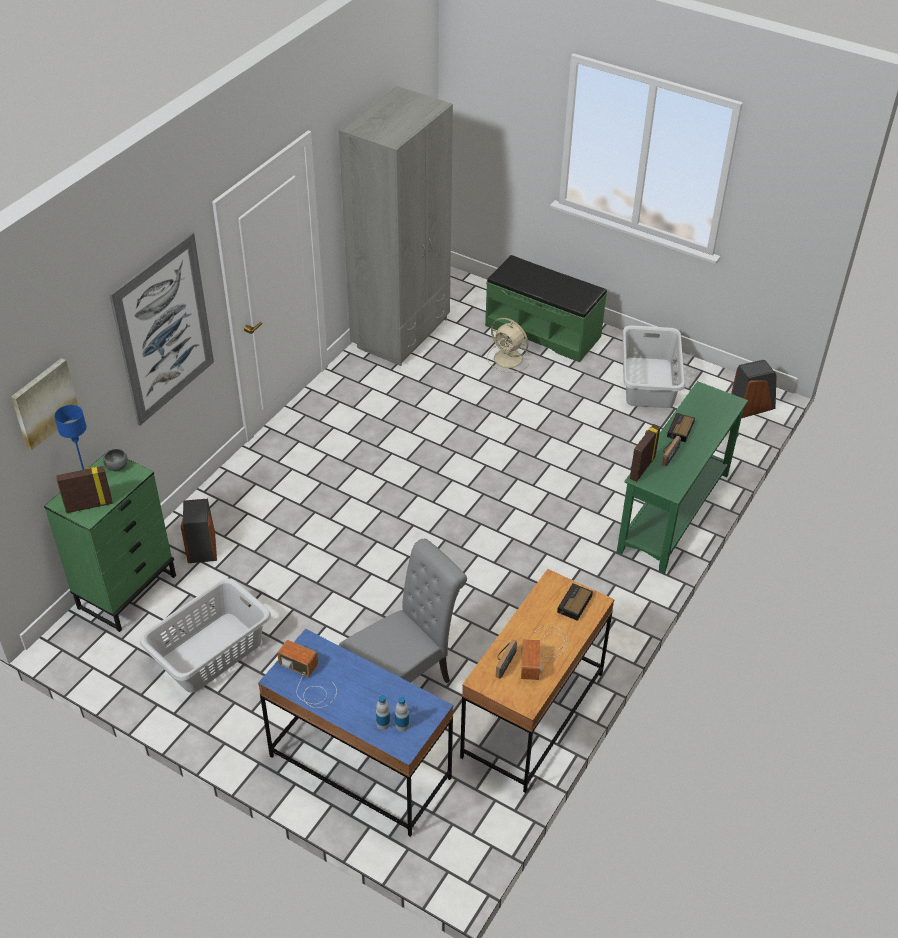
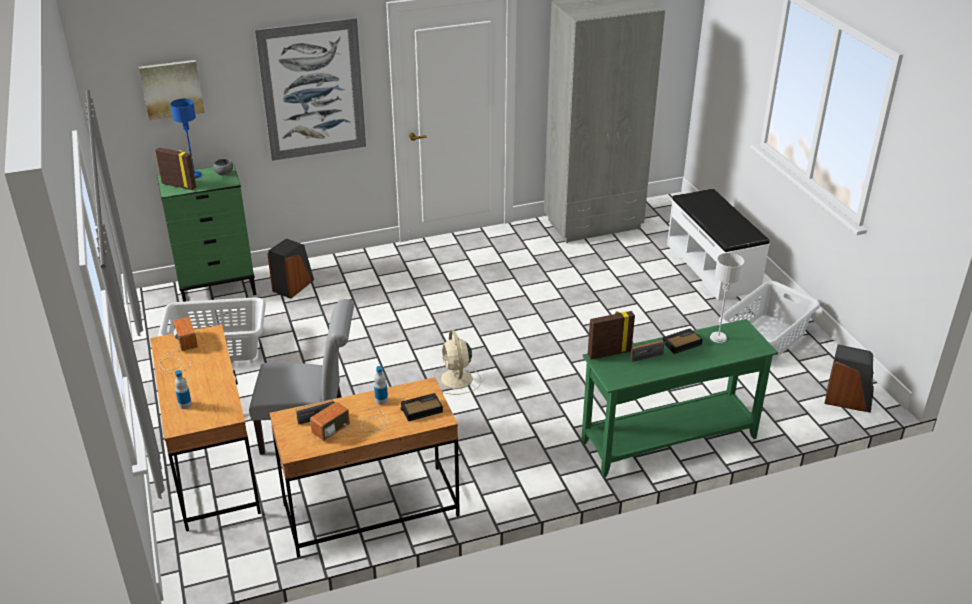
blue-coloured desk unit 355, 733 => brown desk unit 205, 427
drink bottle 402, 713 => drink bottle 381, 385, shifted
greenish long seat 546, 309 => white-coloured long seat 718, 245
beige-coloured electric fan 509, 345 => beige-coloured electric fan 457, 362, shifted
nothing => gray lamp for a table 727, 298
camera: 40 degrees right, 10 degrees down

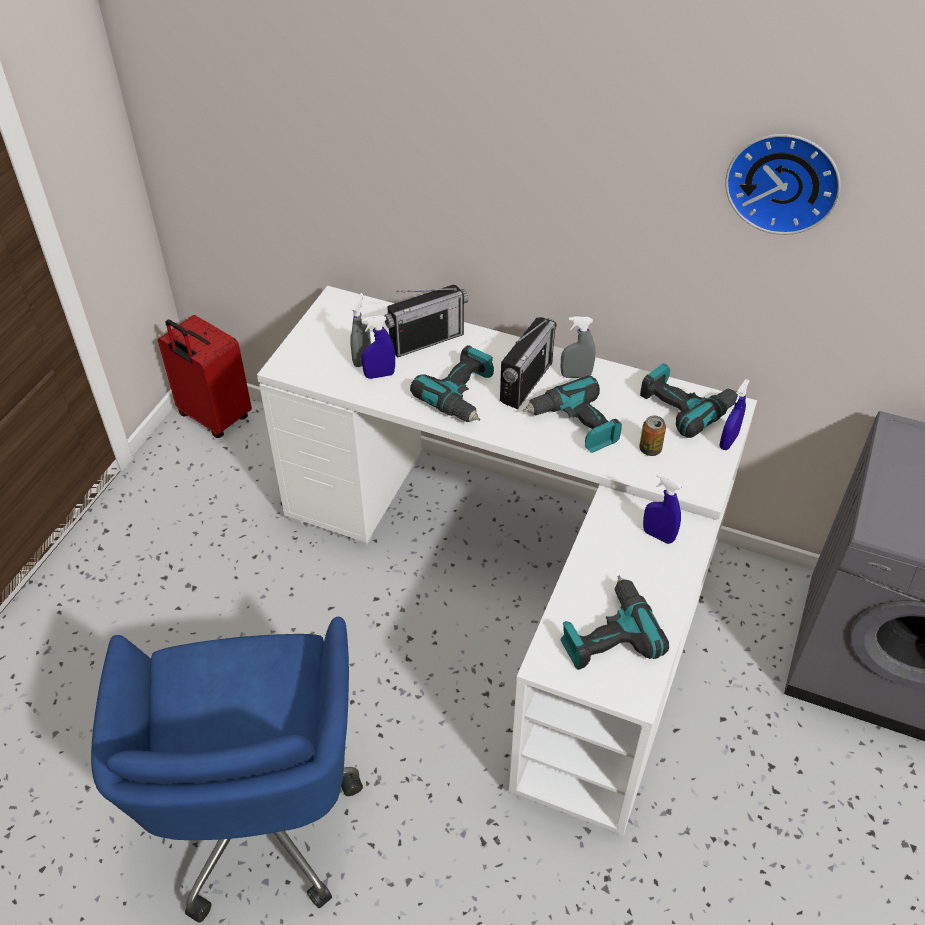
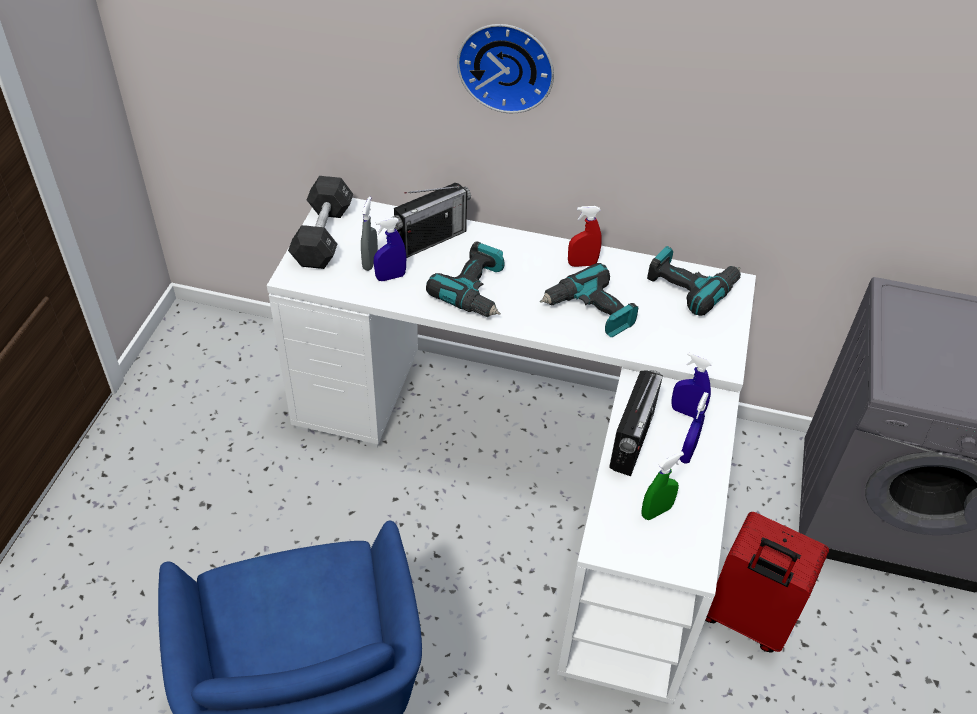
reddish piece of luggage 205, 376 => reddish piece of luggage 767, 582, shifted
radio receiver 528, 363 => radio receiver 636, 423, shifted
drill 614, 623 => greenish hand sprayer 662, 486
gray hand sprayer 578, 347 => reddish hand sprayer 585, 236
can 652, 436 => nothing
blue-coloured hand sprayer 734, 414 => blue-coloured hand sprayer 694, 428, shifted
wall clock 783, 184 => wall clock 505, 68, shifted
nothing => blackish free weight 320, 222
camera: 10 degrees left, 0 degrees up

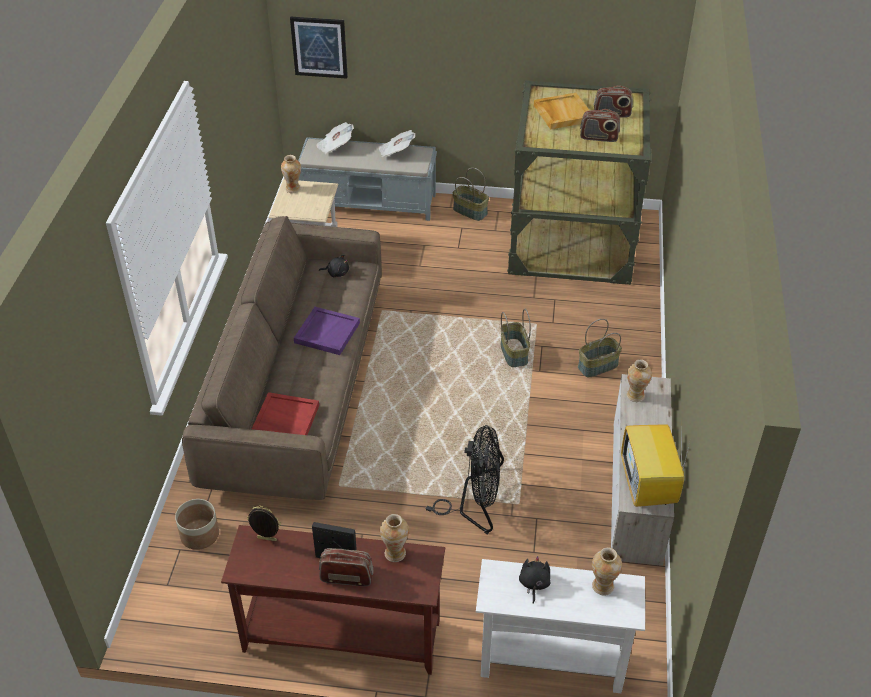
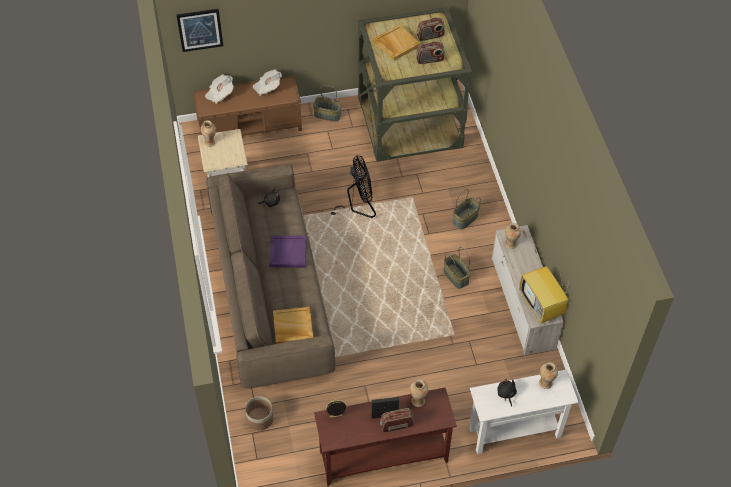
reddish carrying tray 285, 413 => beige-coloured carrying tray 293, 325
gray long seat 367, 179 => brown long seat 247, 106
blackish electric fan 465, 479 => blackish electric fan 353, 187, shifted
storage basket 516, 338 => storage basket 457, 268, shifted
camera: 20 degrees left, 10 degrees up

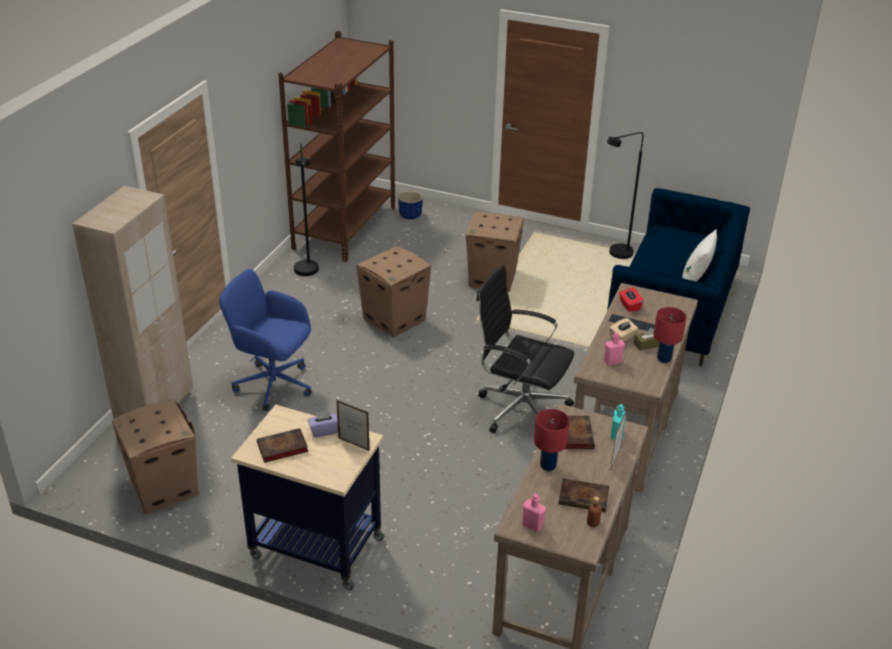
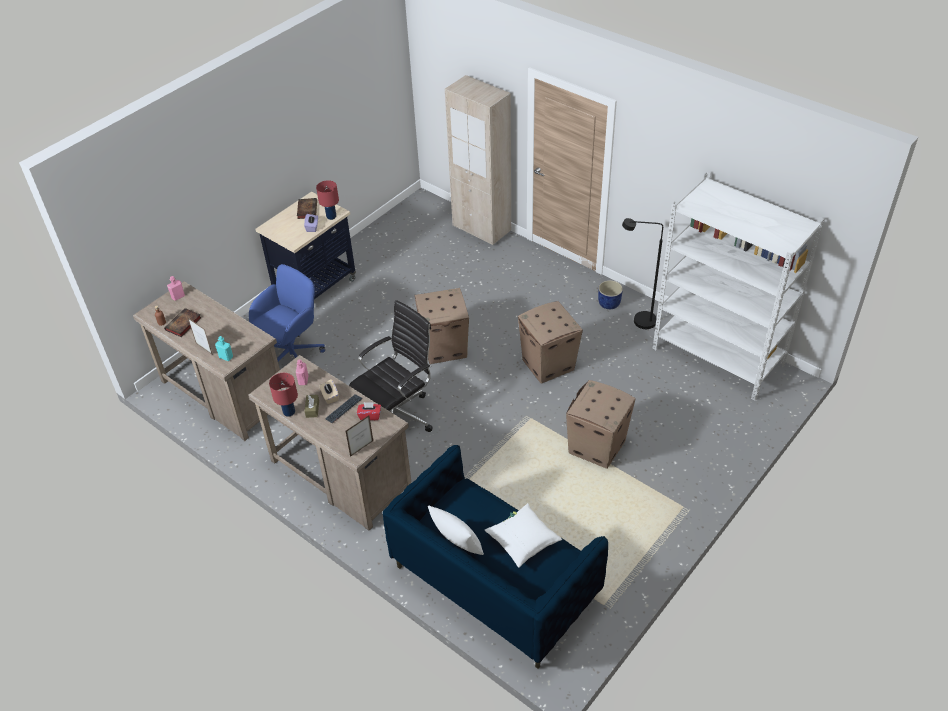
cardboard box 155, 457 => cardboard box 441, 326, shifted
blue-coloured desk chair 265, 340 => blue-coloured desk chair 287, 312, shifted
brown bookshelf 337, 146 => white-coloured bookshelf 738, 286
photo frame 352, 425 => photo frame 359, 436, shifted
blue-coloured flower pot 410, 205 => blue-coloured flower pot 610, 294, shifted
reddish lamp for a table 552, 440 => reddish lamp for a table 327, 200, shifted
bound book 580, 432 => nothing
blackish floor lamp 625, 195 => nothing
nothing => white-coloured pillow 523, 535
camera: 110 degrees right, 10 degrees up

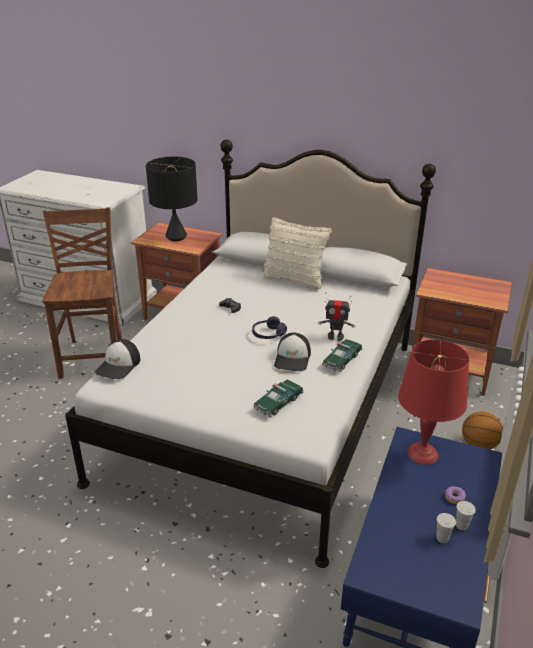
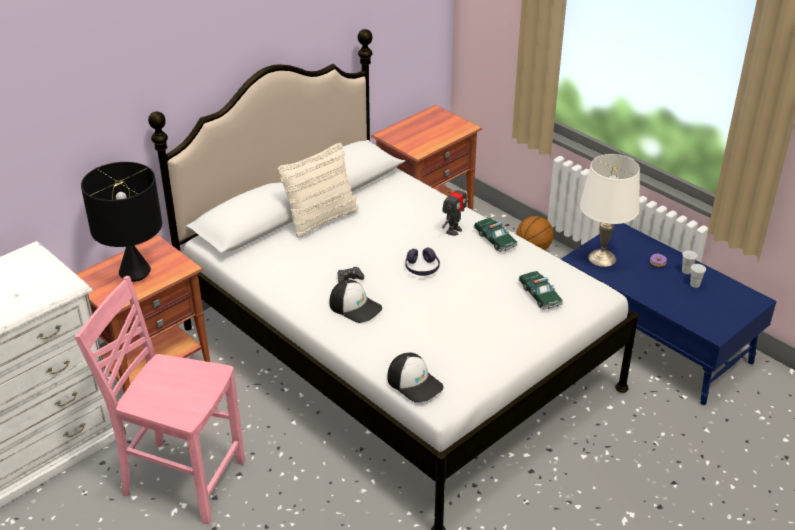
brown chair 82, 293 => pink-coloured chair 160, 400
cap 292, 352 => cap 356, 301, shifted
reddish lamp for a table 433, 402 => white-coloured lamp for a table 610, 210
camera: 65 degrees left, 5 degrees up

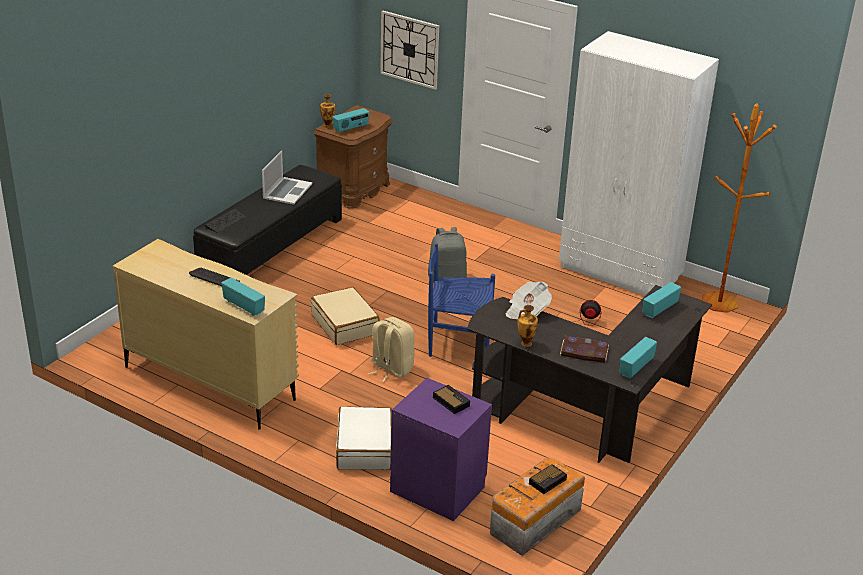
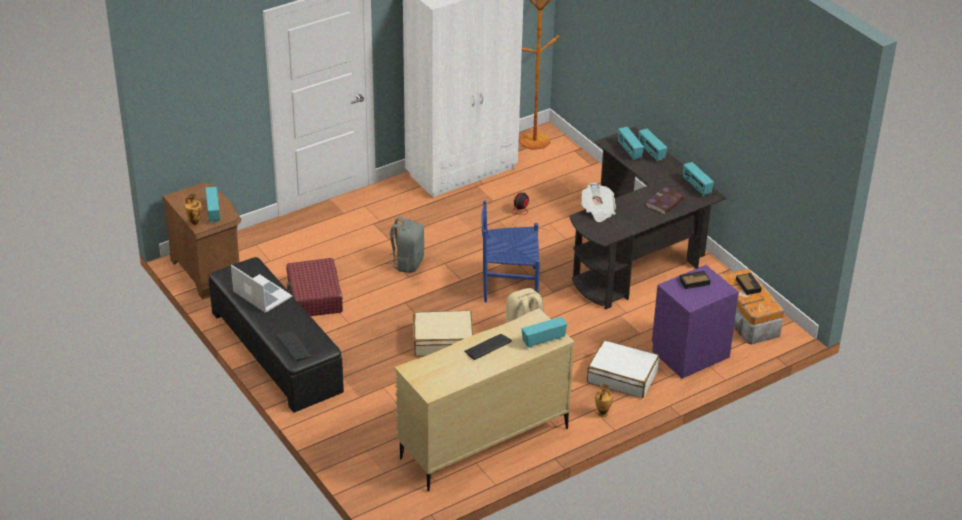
wall clock 409, 50 => nothing
blue-coloured chair 461, 300 => blue-coloured chair 510, 251, 60 degrees clockwise
flower vase 527, 326 => flower vase 604, 400, shifted
nothing => reddish piece of luggage 314, 287
nothing => radio receiver 652, 145
camera: 65 degrees left, 5 degrees up

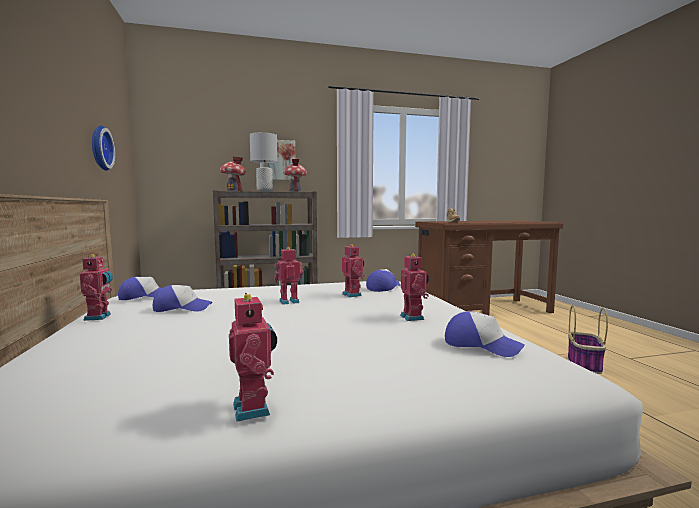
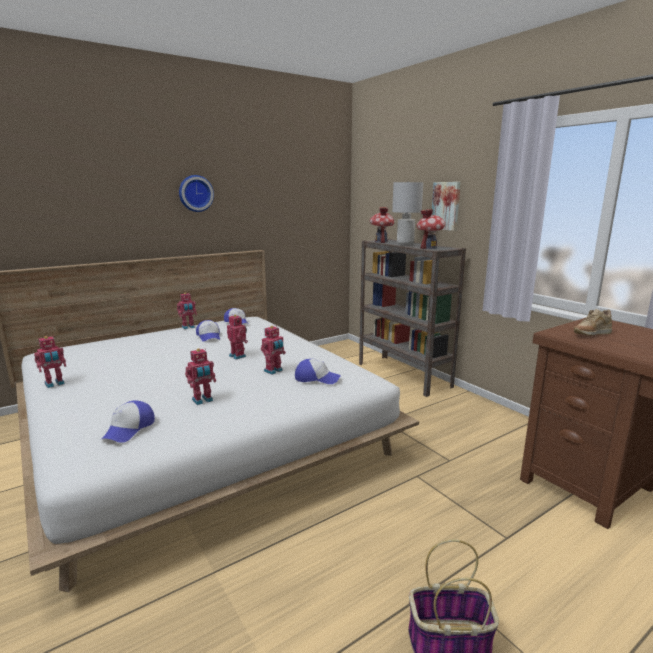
wall clock 103, 148 => wall clock 196, 193, shifted
camera: 70 degrees right, 10 degrees up

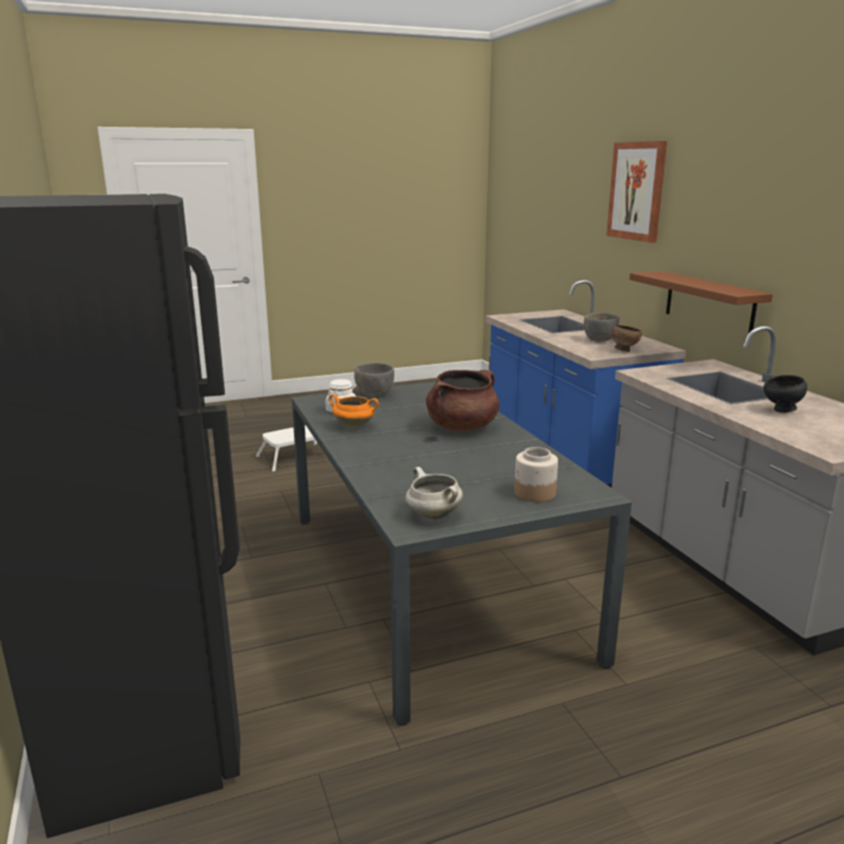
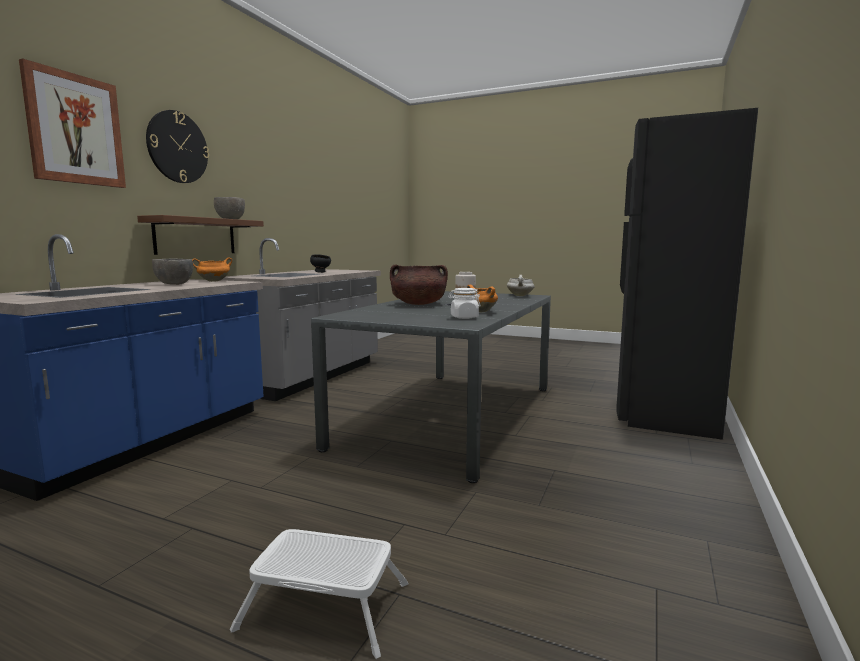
gray serving bowl 374, 380 => gray serving bowl 229, 208, shifted
brown serving bowl 626, 338 => orange saucepot 212, 270
nothing => wall clock 177, 146
camera: 135 degrees left, 10 degrees down

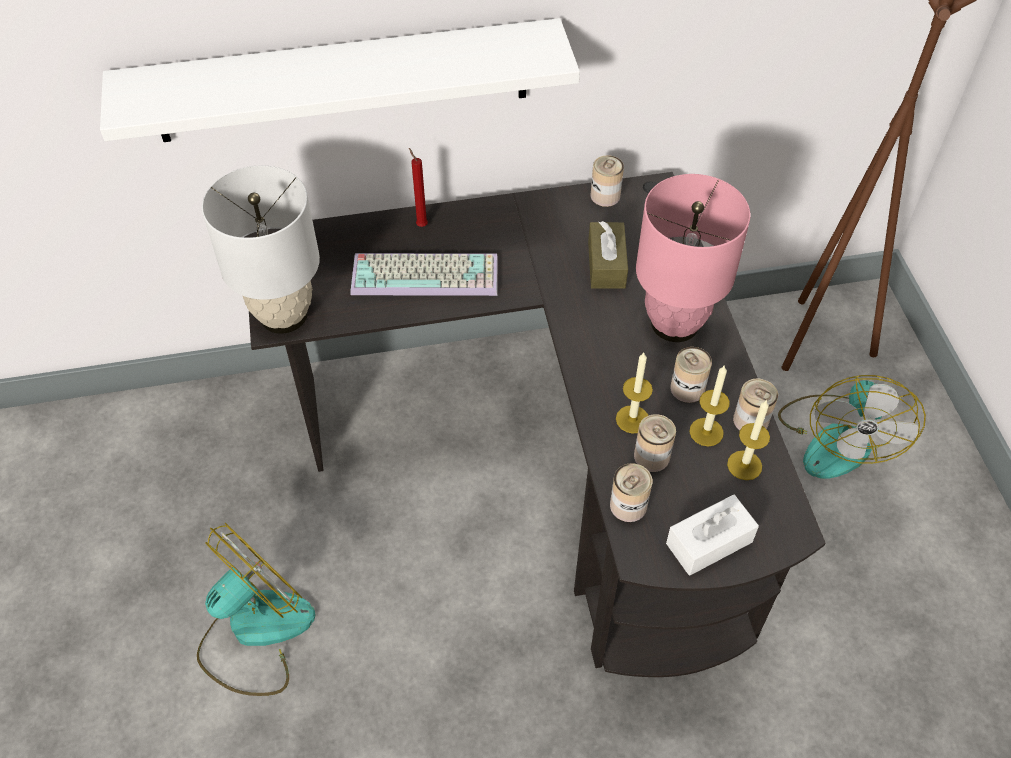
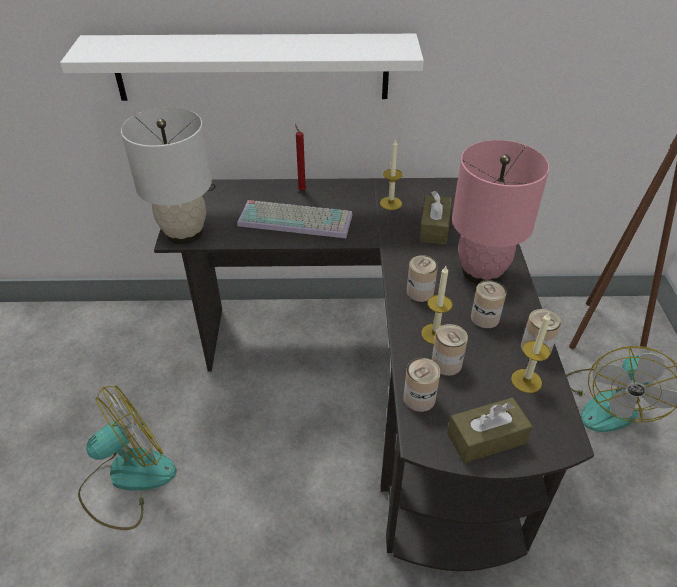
can 607, 181 => can 422, 278, shifted
white-coloured tissue box 712, 535 => brown tissue box 489, 430
candle 710, 405 => candle 391, 174, shifted
camera: 10 degrees right, 10 degrees down

